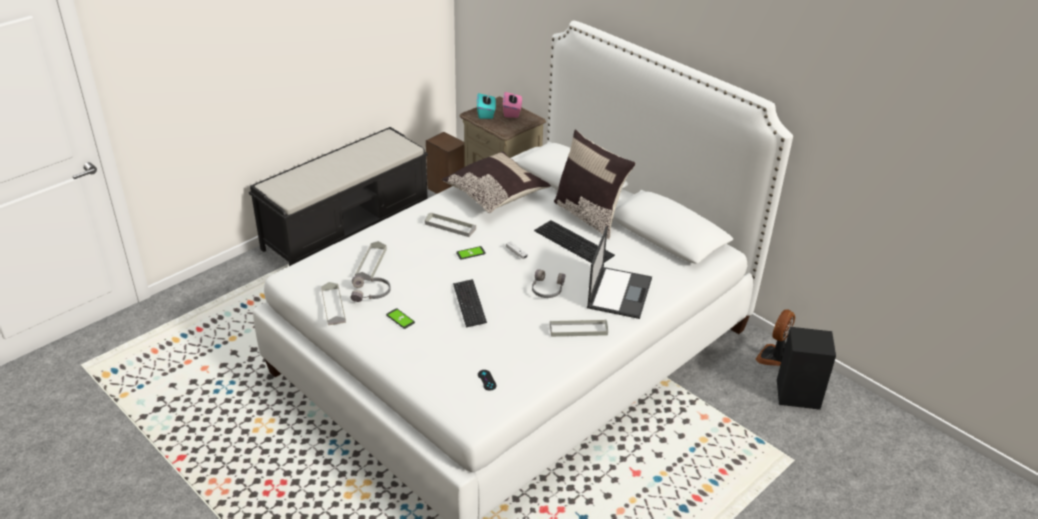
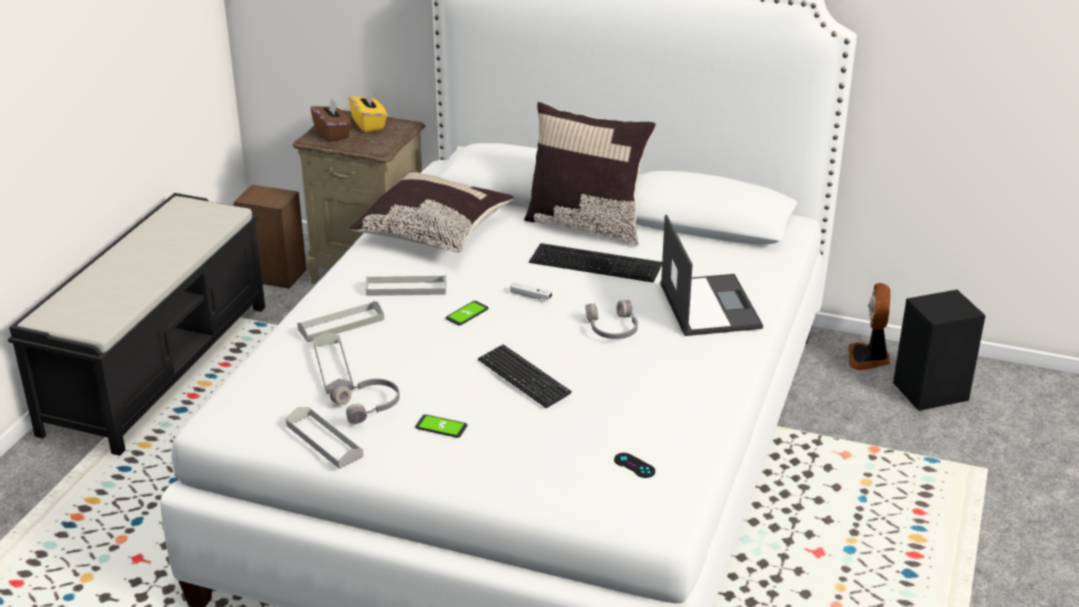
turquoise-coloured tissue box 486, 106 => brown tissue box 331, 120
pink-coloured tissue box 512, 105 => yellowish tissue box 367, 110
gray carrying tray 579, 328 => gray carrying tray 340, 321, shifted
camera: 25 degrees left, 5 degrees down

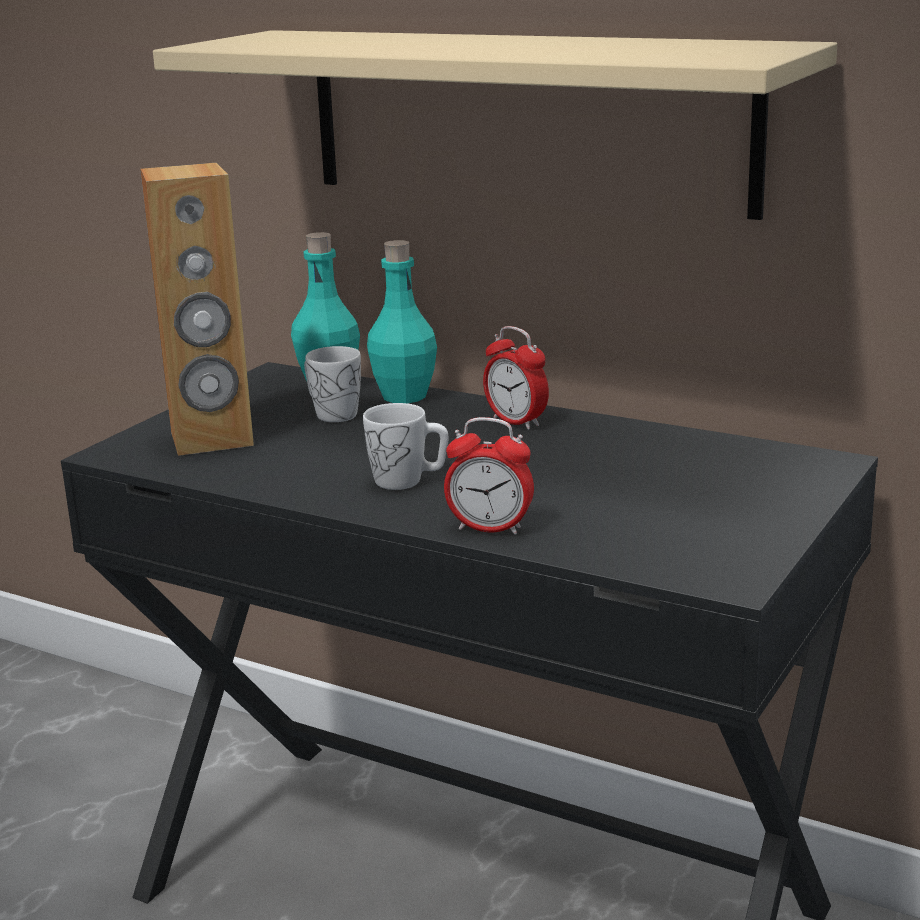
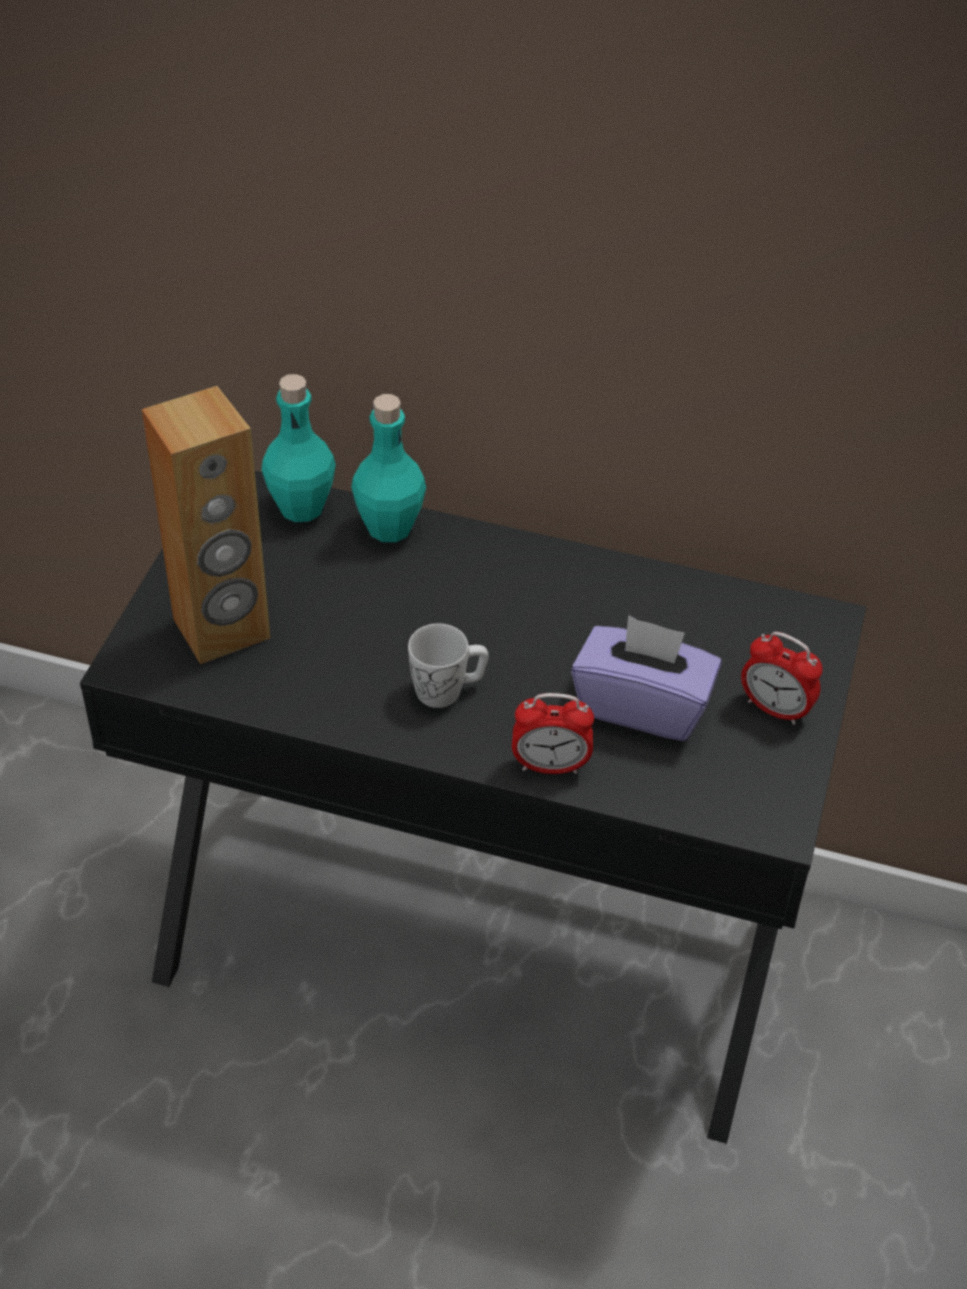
beige-coloured shelf 495, 125 => nothing
white-coloured coffee mug 332, 384 => nothing
table clock 516, 378 => table clock 782, 678, shifted
nothing => purplish tissue box 646, 678
camera: 15 degrees left, 25 degrees up

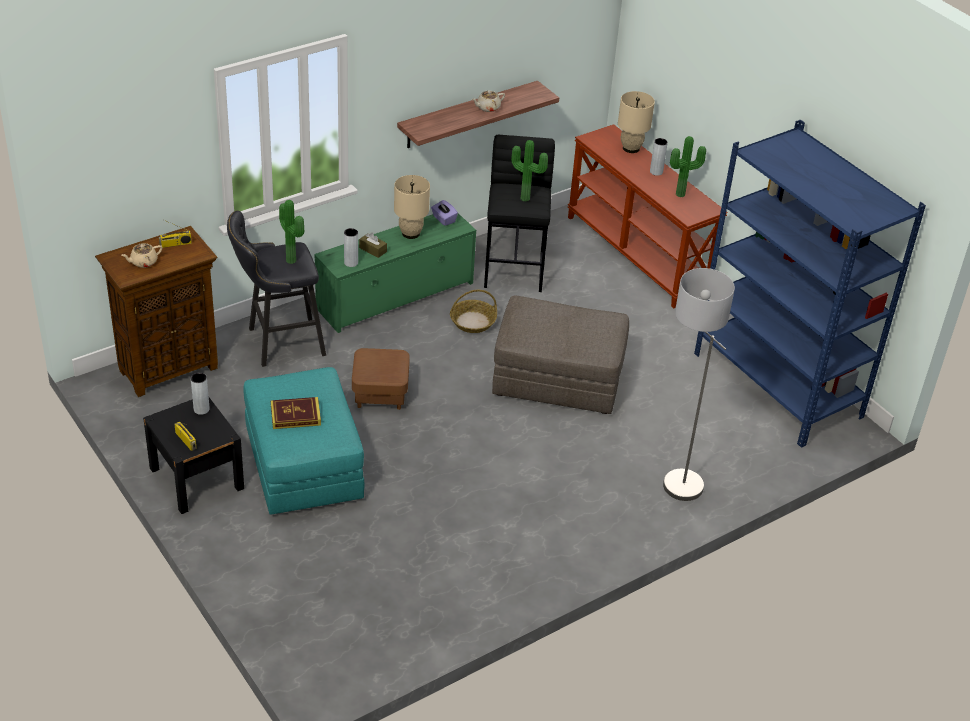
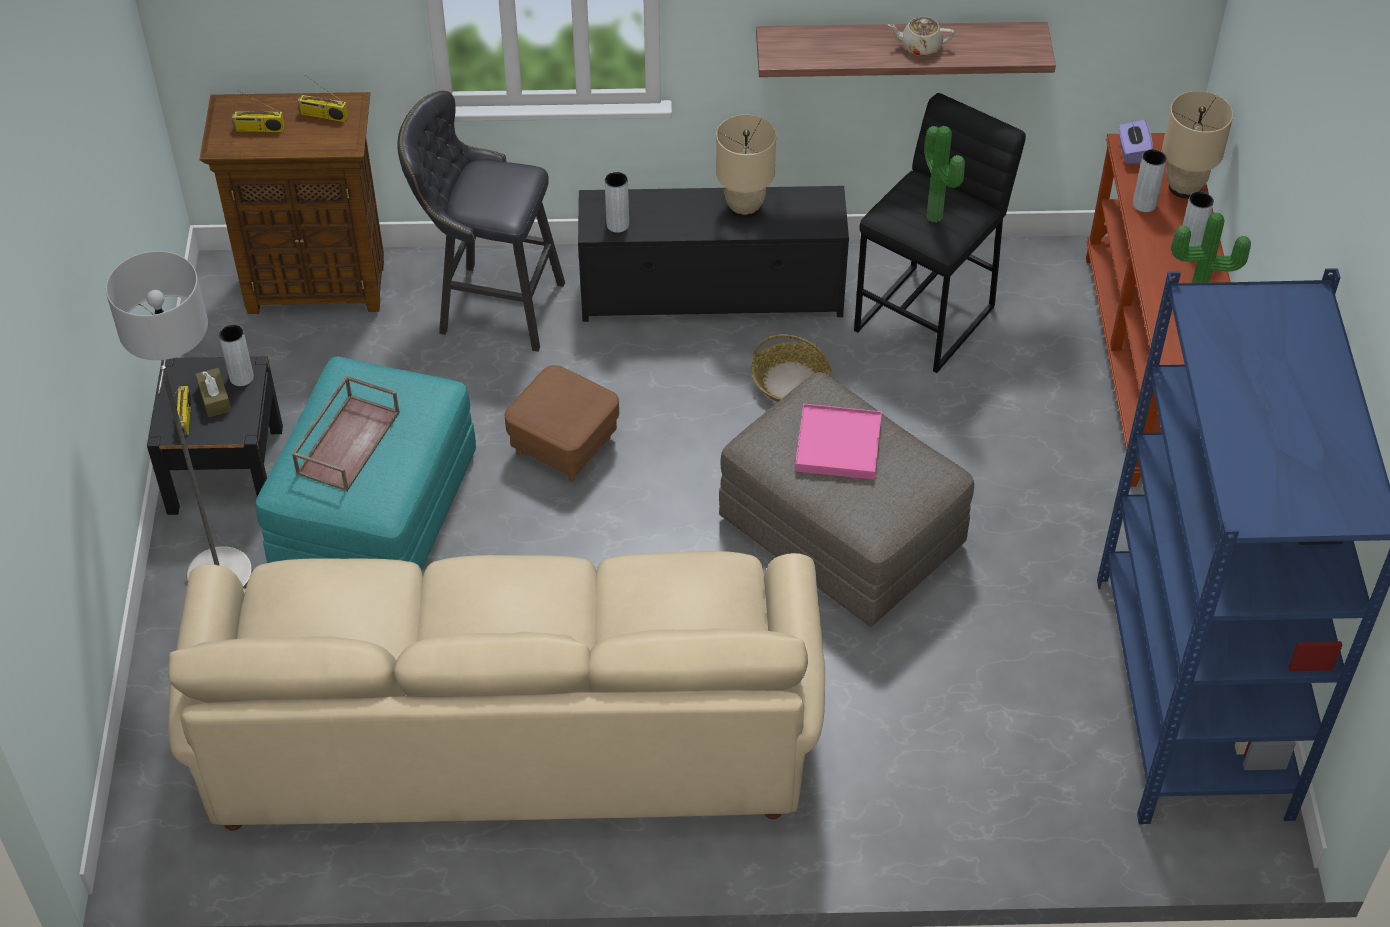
beige-coloured teapot 141, 255 => radio receiver 258, 111
bound book 296, 413 => brown carrying tray 346, 433
plant in a pot 291, 232 => nothing
greenish tv unit 395, 273 => blackish tv unit 713, 254
brown tissue box 373, 245 => brown tissue box 213, 392, shifted
purplish tissue box 444, 213 => purplish tissue box 1135, 142, shifted
gray floor lamp 699, 384 => gray floor lamp 179, 420, shifted
nothing => beige-coloured settee 496, 691
nothing => pink-coloured carrying tray 838, 442
nothing => gray flower vase 1150, 180
camera: 35 degrees right, 10 degrees up

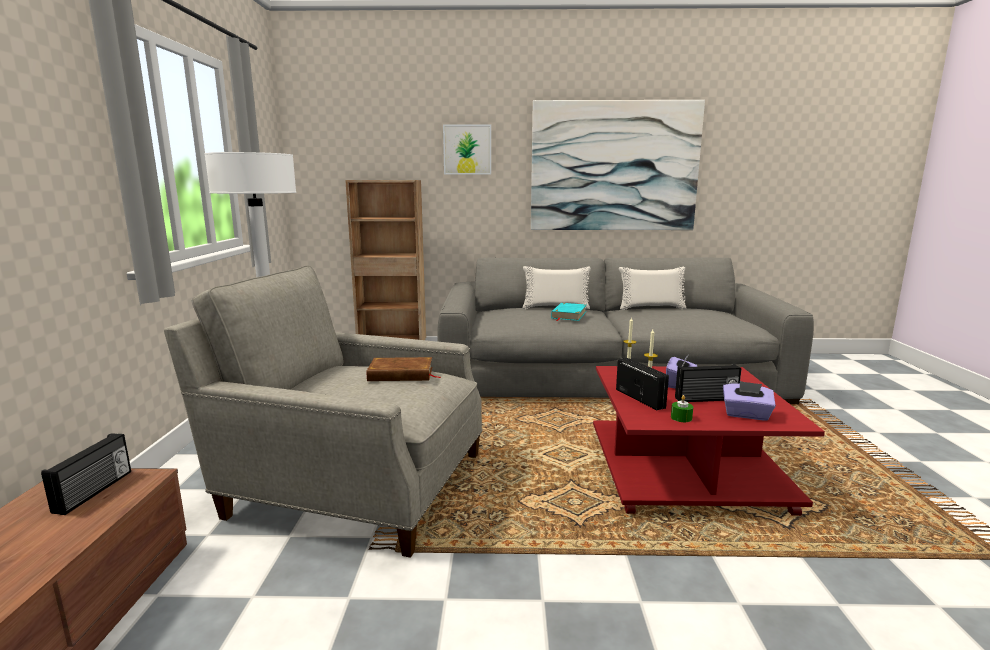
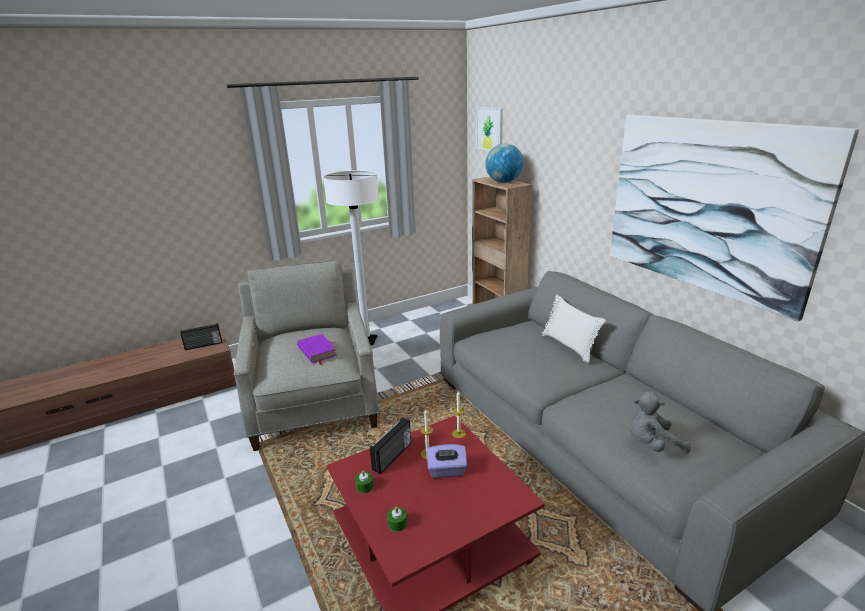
brown bound book 403, 369 => purplish bound book 317, 349
picture 467, 149 => picture 489, 129, shifted
turquoise-coloured bound book 568, 312 => nothing
white-coloured pillow 652, 288 => nothing
radio receiver 708, 383 => nothing
purplish tissue box 749, 401 => greenish candle 397, 519
nothing => globe 504, 163
nothing => gray cuddly toy 660, 422
camera: 60 degrees right, 10 degrees up

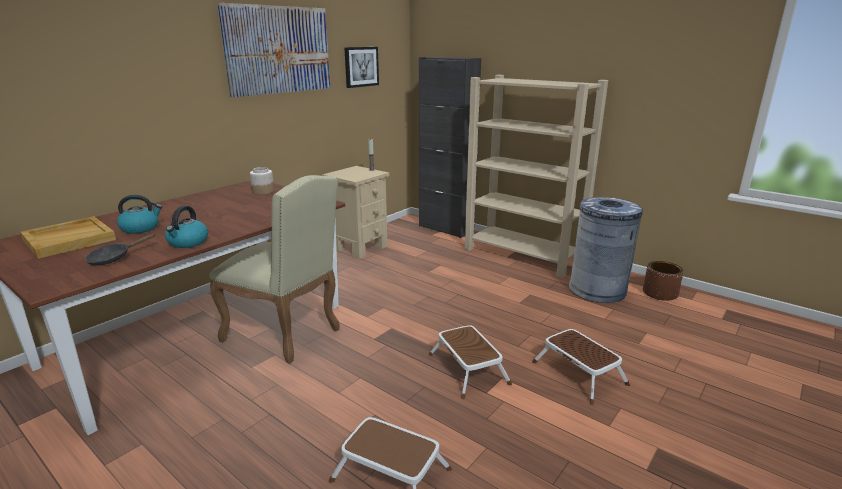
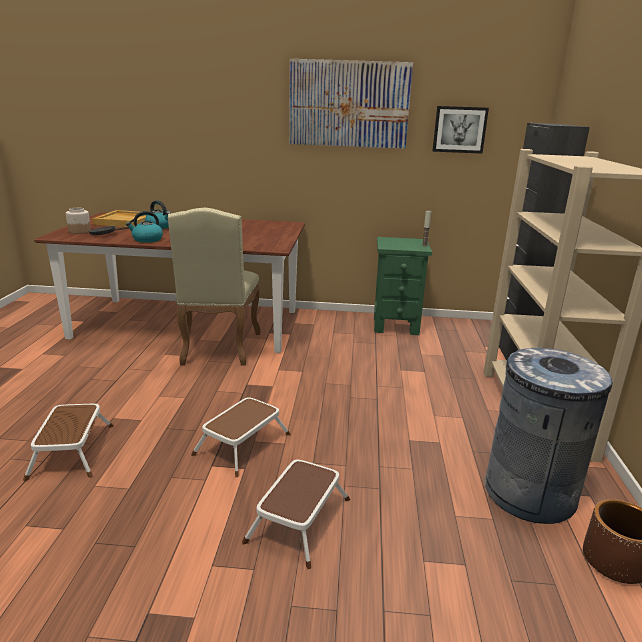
storage jar 262, 181 => storage jar 78, 221, shifted
beige-coloured nightstand 355, 212 => greenish nightstand 403, 286
camera: 55 degrees right, 0 degrees up

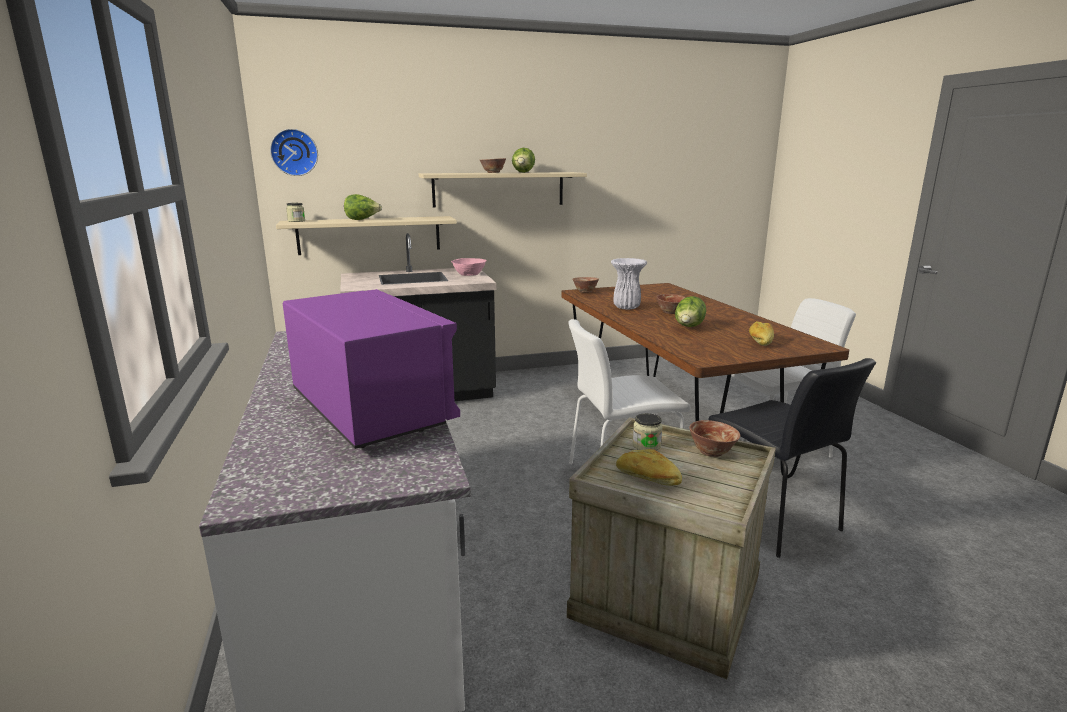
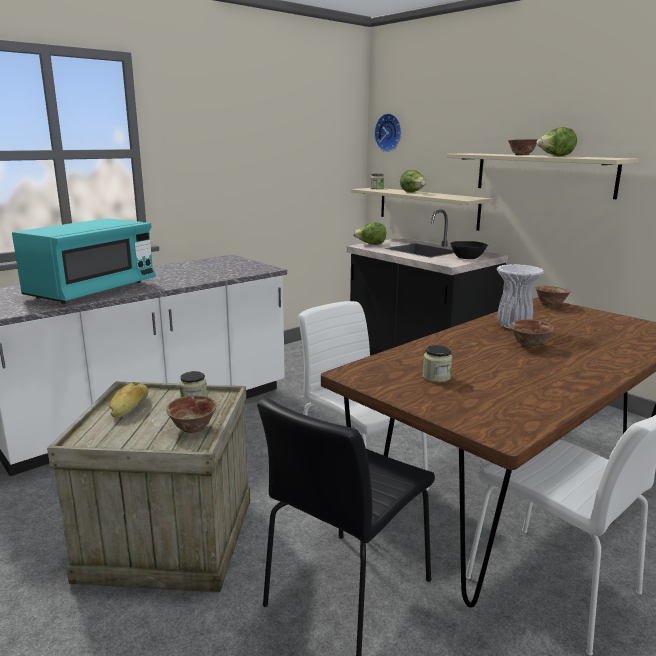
purplish microwave 371, 369 => turquoise-coloured microwave 84, 261
pink-coloured serving bowl 469, 267 => blackish serving bowl 469, 250
lettuce head 690, 311 => lettuce head 369, 233, shifted
baked bread 761, 333 => nothing
nothing => storage jar 437, 363
camera: 65 degrees right, 0 degrees up

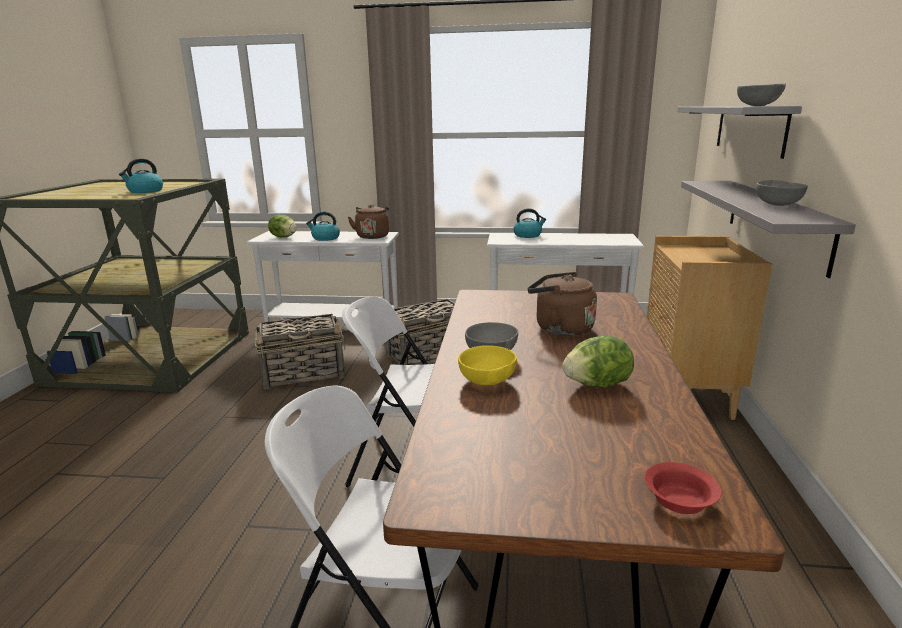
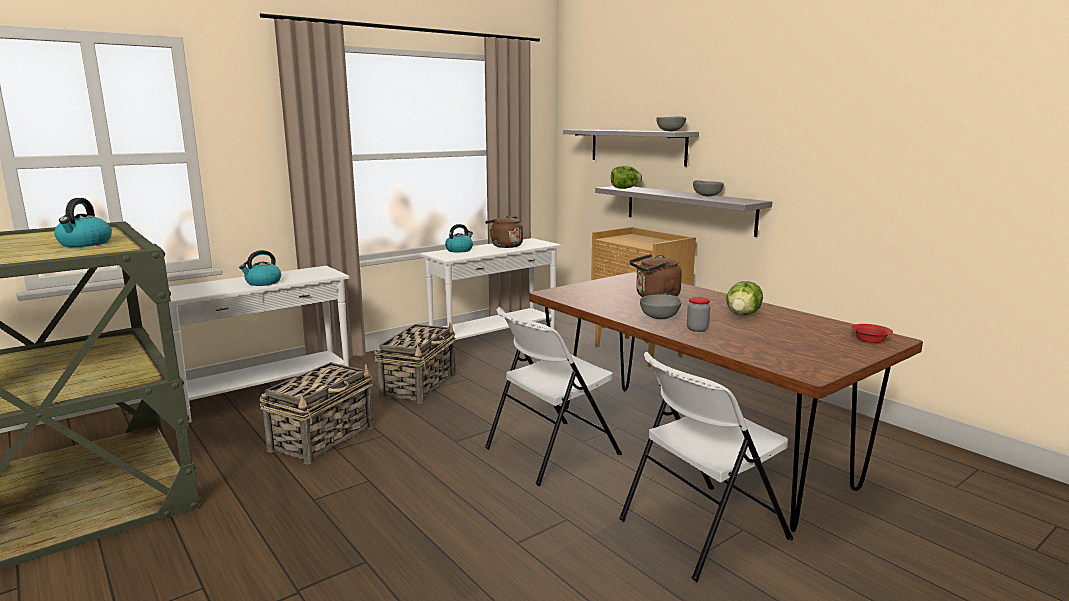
lettuce head 282, 226 => lettuce head 626, 177, shifted
brown kettle 368, 222 => brown kettle 504, 232, shifted
yellowish serving bowl 487, 365 => storage jar 698, 314
camera: 45 degrees left, 5 degrees down

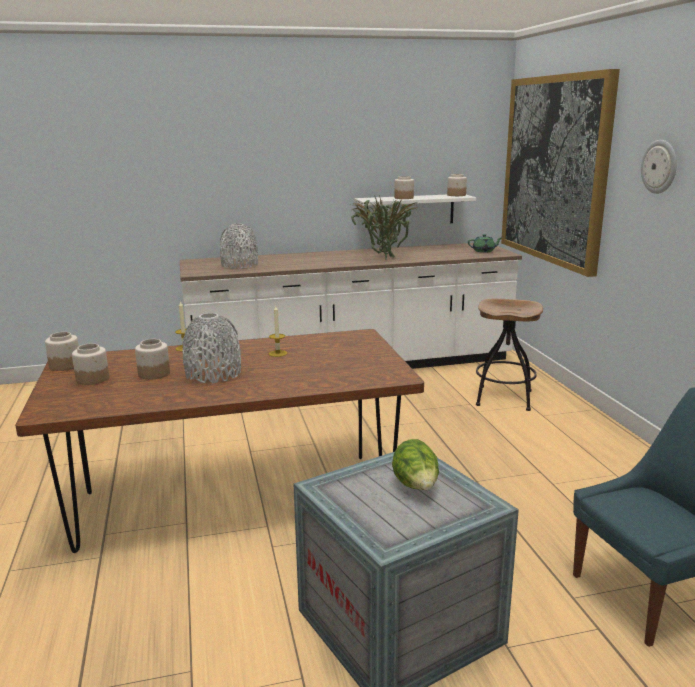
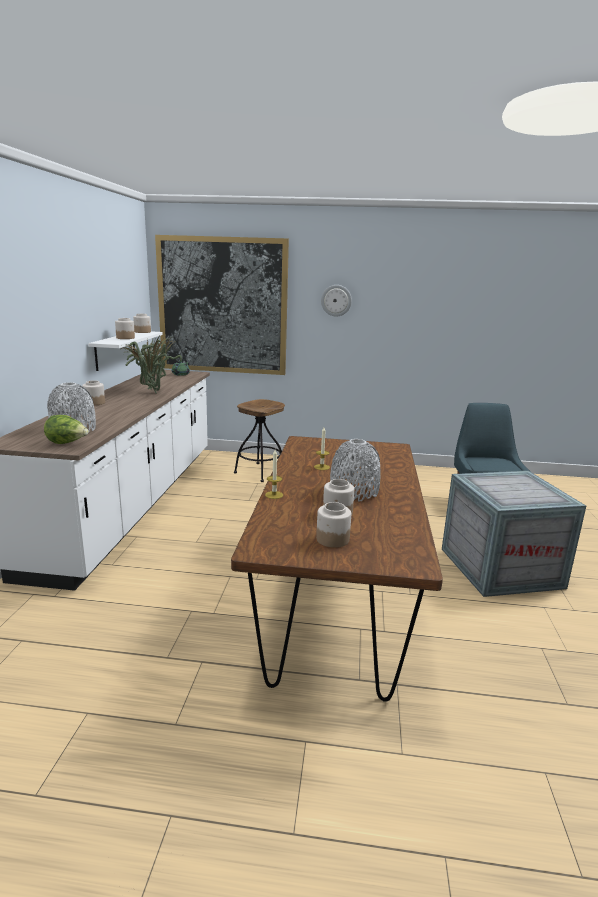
storage jar 62, 351 => storage jar 93, 393, shifted
lettuce head 415, 464 => lettuce head 66, 429, shifted
camera: 70 degrees left, 0 degrees up

